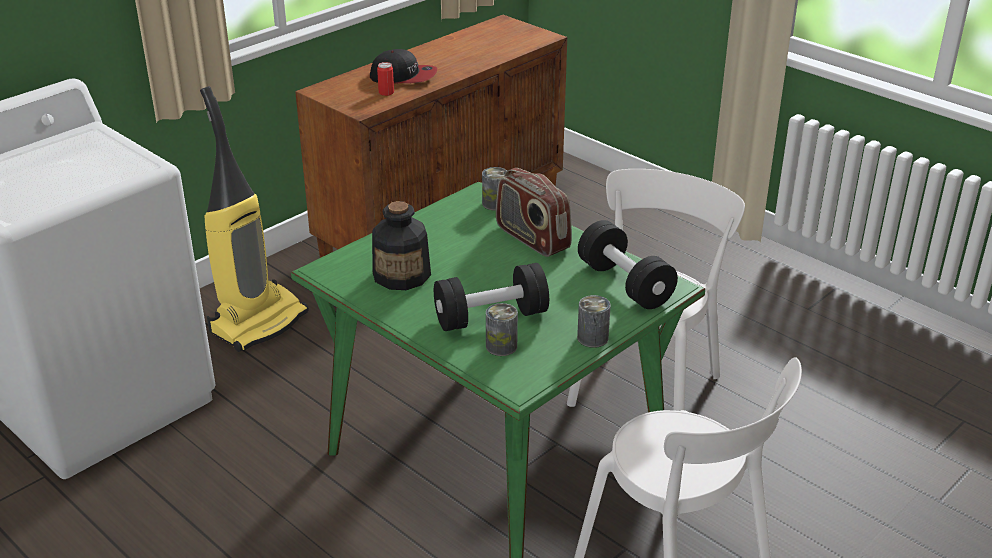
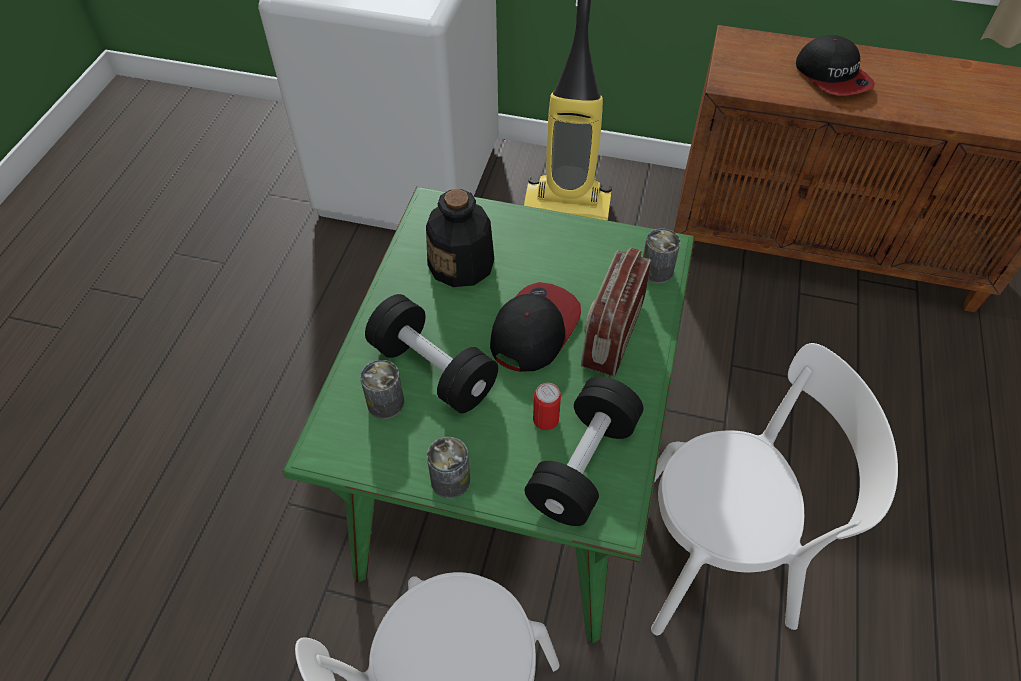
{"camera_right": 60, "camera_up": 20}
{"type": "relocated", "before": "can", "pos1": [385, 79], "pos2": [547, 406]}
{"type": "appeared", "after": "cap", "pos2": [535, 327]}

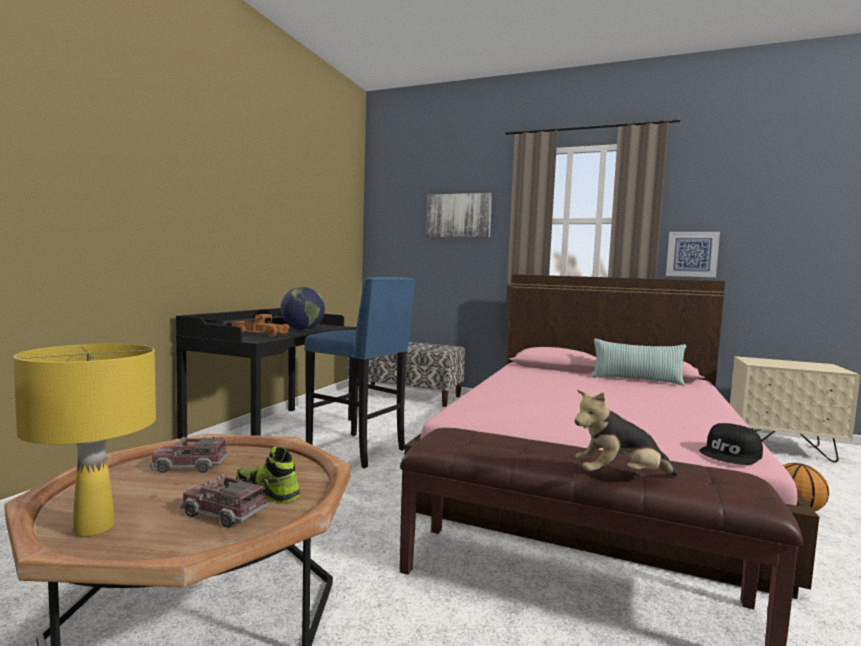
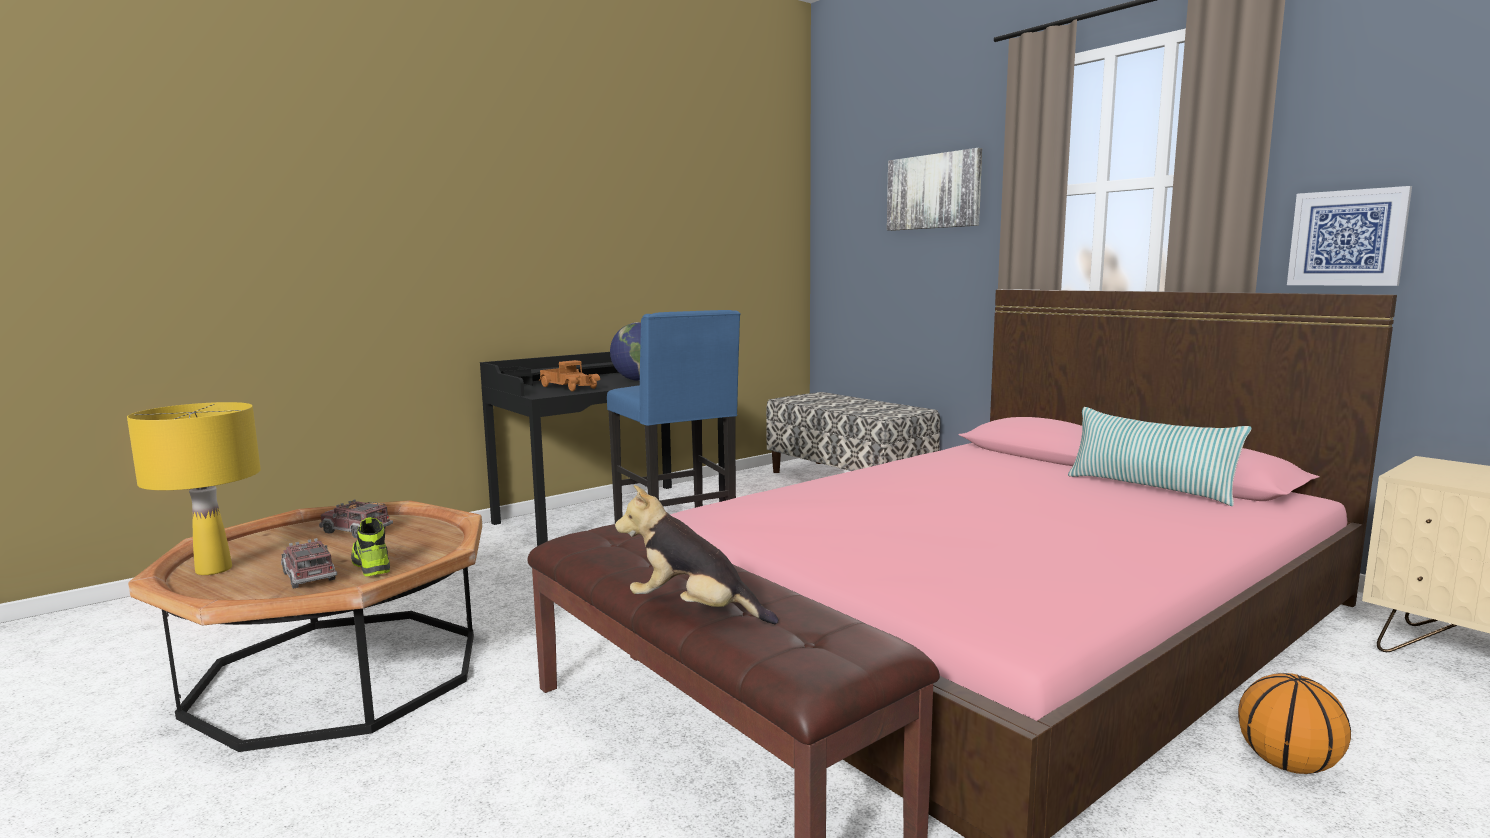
{"camera_right": 30, "camera_up": 5}
{"type": "missing", "before": "black cap", "pos1": [731, 444]}

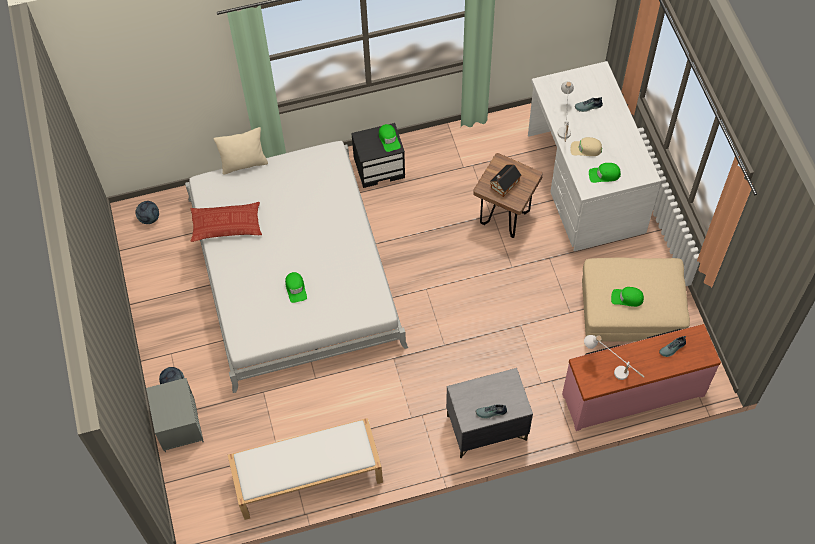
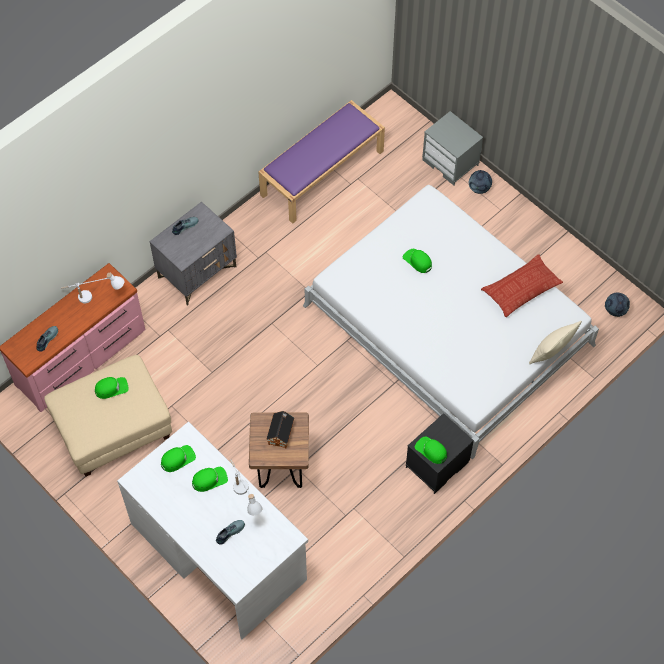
{"camera_right": 150, "camera_up": 0}
{"type": "colour", "before": "white bench", "after": "purple bench", "pos1": [305, 469], "pos2": [321, 162]}
{"type": "colour", "before": "beige cap", "after": "green cap", "pos1": [586, 146], "pos2": [210, 479]}

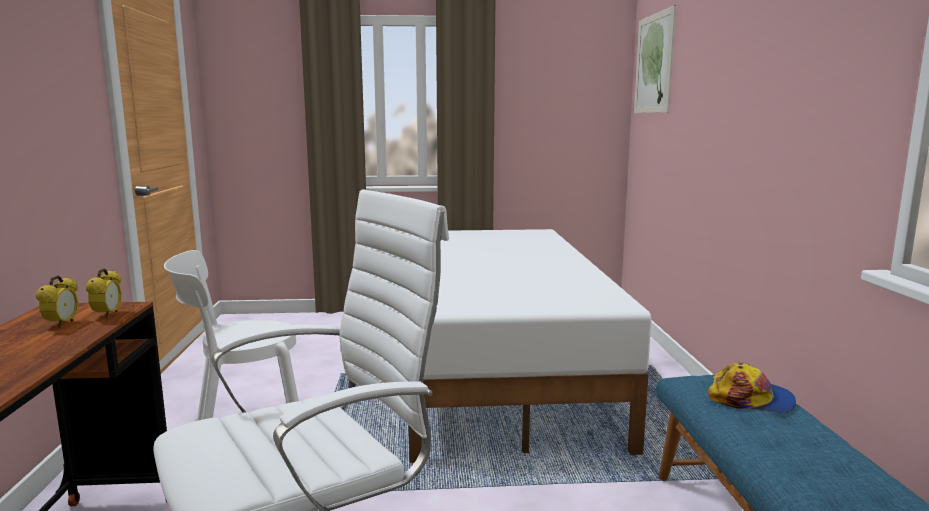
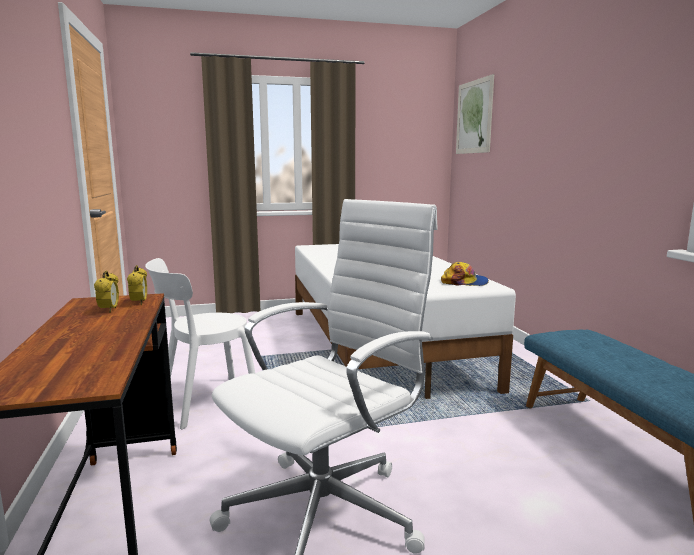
{"camera_right": -10, "camera_up": 0}
{"type": "relocated", "before": "cap", "pos1": [752, 388], "pos2": [465, 274]}

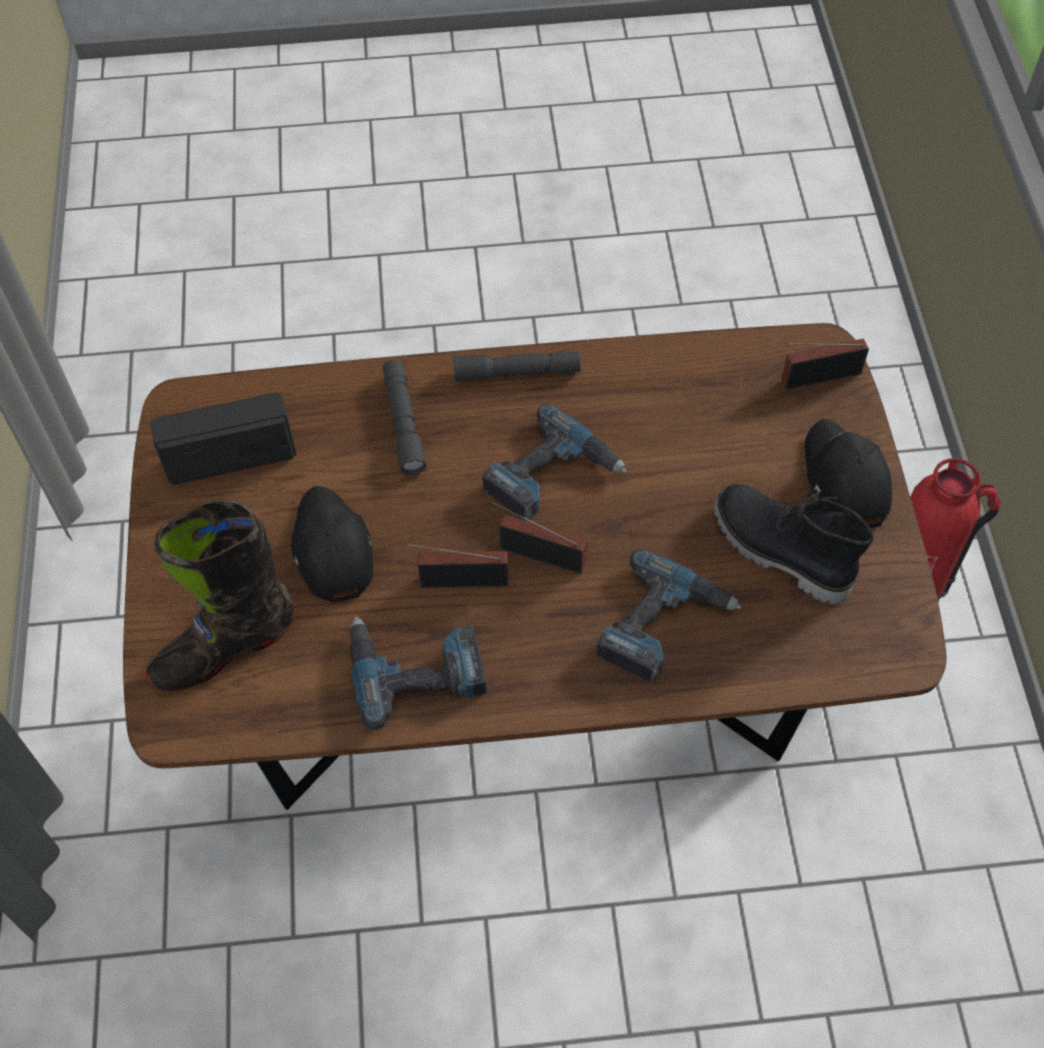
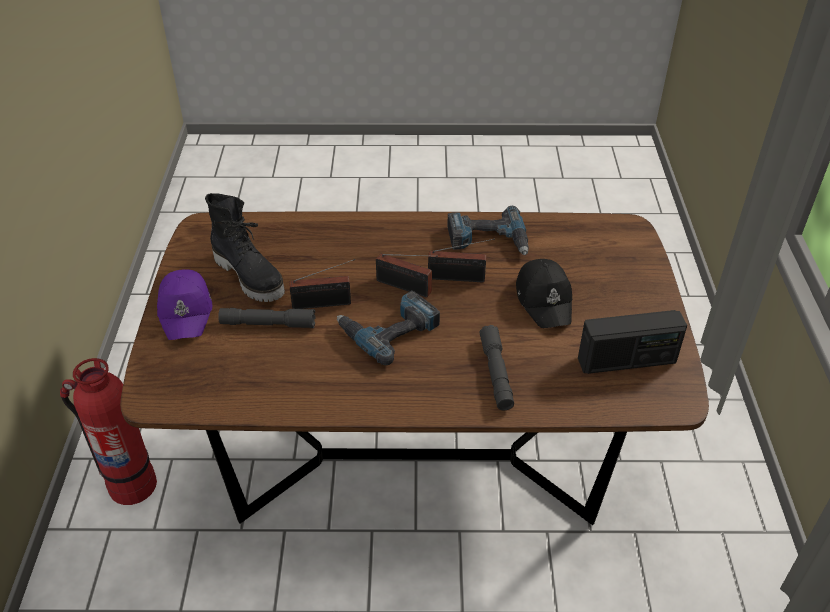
{"camera_right": -175, "camera_up": -15}
{"type": "missing", "before": "black boot", "pos1": [219, 595]}
{"type": "relocated", "before": "grey flashlight", "pos1": [516, 366], "pos2": [267, 318]}
{"type": "missing", "before": "power drill", "pos1": [669, 616]}
{"type": "relocated", "before": "radio", "pos1": [825, 364], "pos2": [322, 284]}
{"type": "colour", "before": "black cap", "after": "purple cap", "pos1": [848, 473], "pos2": [184, 304]}

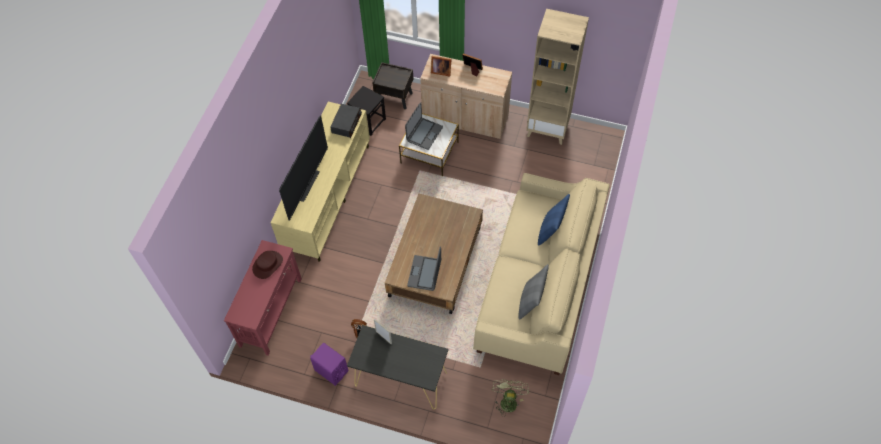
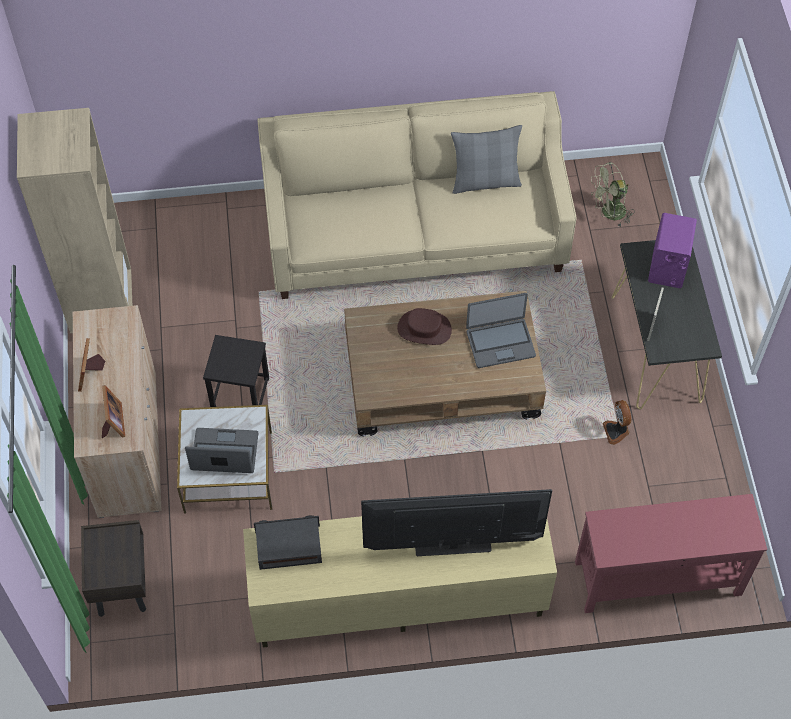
{"camera_right": -115, "camera_up": 0}
{"type": "relocated", "before": "brown hat", "pos1": [267, 265], "pos2": [424, 326]}
{"type": "relocated", "before": "purple speaker", "pos1": [329, 364], "pos2": [672, 250]}
{"type": "relocated", "before": "black stool", "pos1": [366, 111], "pos2": [236, 371]}
{"type": "missing", "before": "blue pillow", "pos1": [554, 220]}

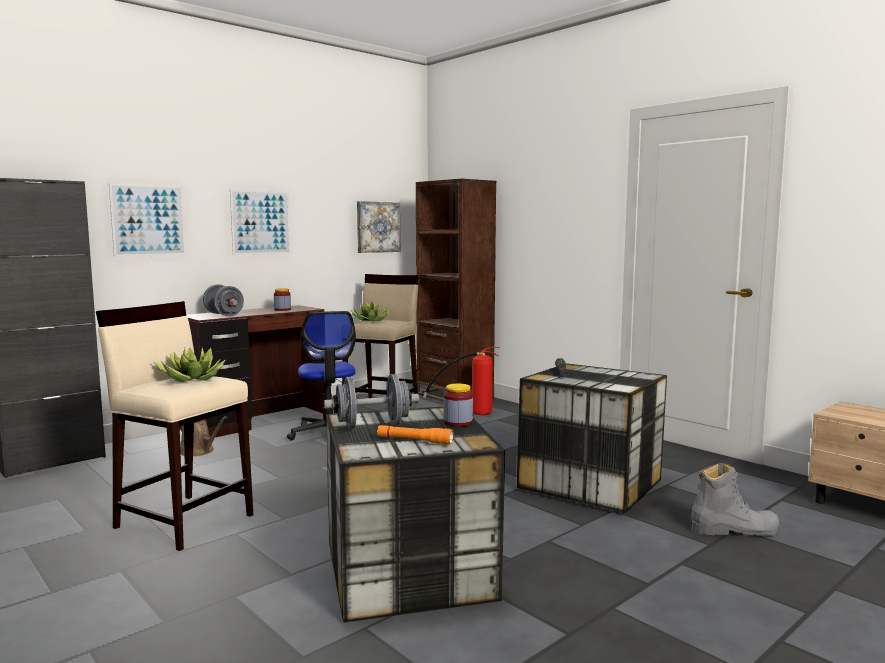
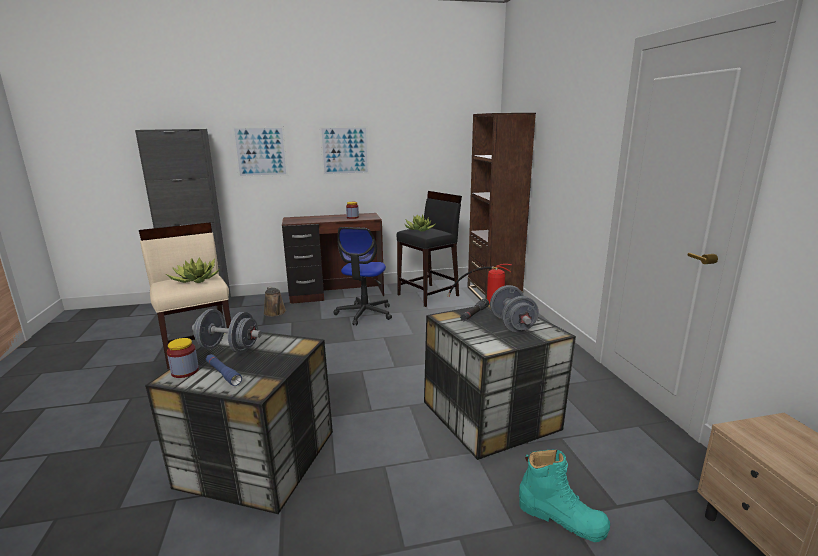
{"camera_right": 30, "camera_up": 10}
{"type": "relocated", "before": "grey dumbbell", "pos1": [223, 300], "pos2": [514, 308]}
{"type": "colour", "before": "beige stool", "after": "black stool", "pos1": [380, 338], "pos2": [429, 249]}
{"type": "missing", "before": "picture", "pos1": [378, 227]}
{"type": "colour", "before": "orange flashlight", "after": "blue flashlight", "pos1": [415, 434], "pos2": [224, 370]}
{"type": "relocated", "before": "jar", "pos1": [458, 405], "pos2": [183, 358]}
{"type": "colour", "before": "grey boot", "after": "turquoise boot", "pos1": [735, 499], "pos2": [564, 495]}

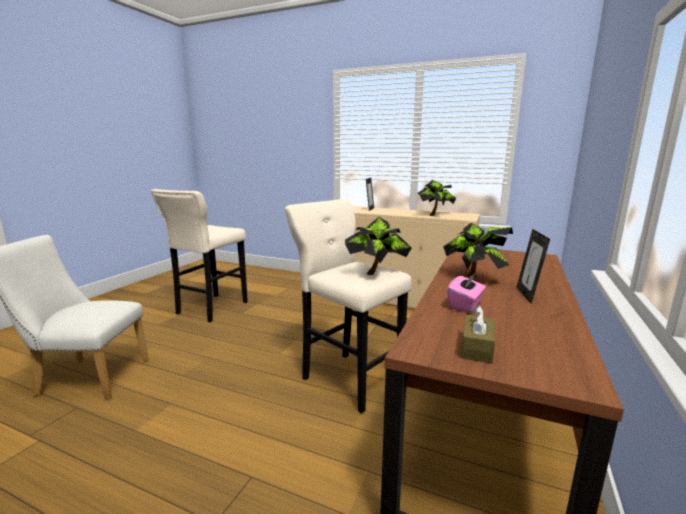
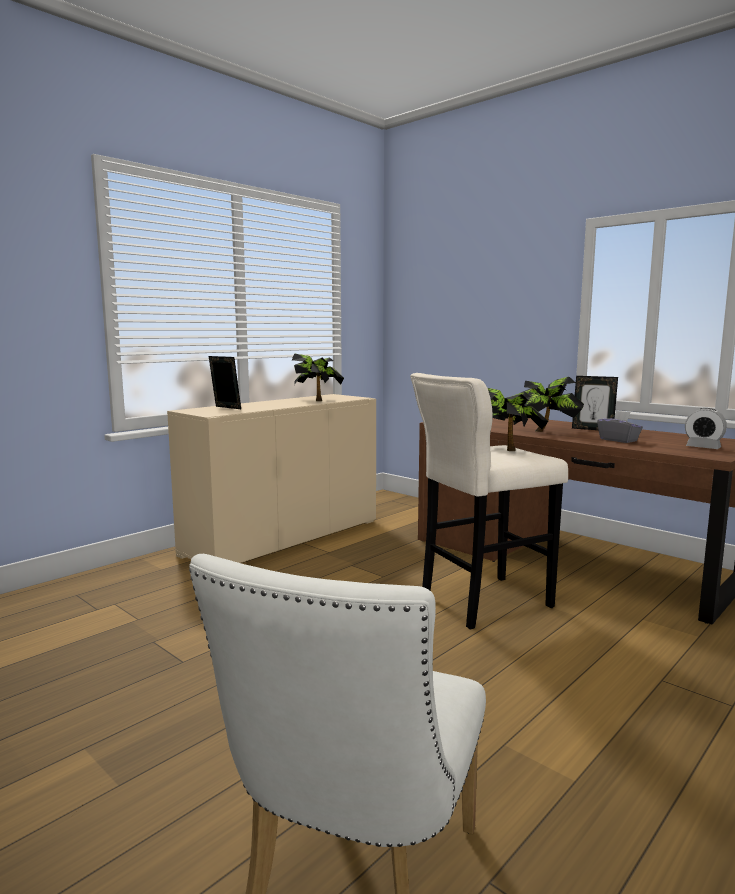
{"camera_right": -70, "camera_up": -5}
{"type": "missing", "before": "beige stool", "pos1": [199, 255]}
{"type": "colour", "before": "pink tissue box", "after": "grey tissue box", "pos1": [466, 293], "pos2": [620, 426]}
{"type": "exchanged", "before": "brown tissue box", "after": "alarm clock", "pos1": [478, 334], "pos2": [706, 428]}

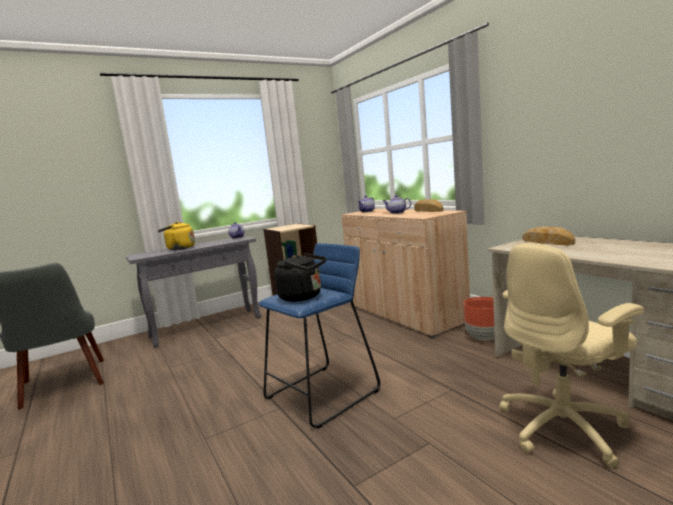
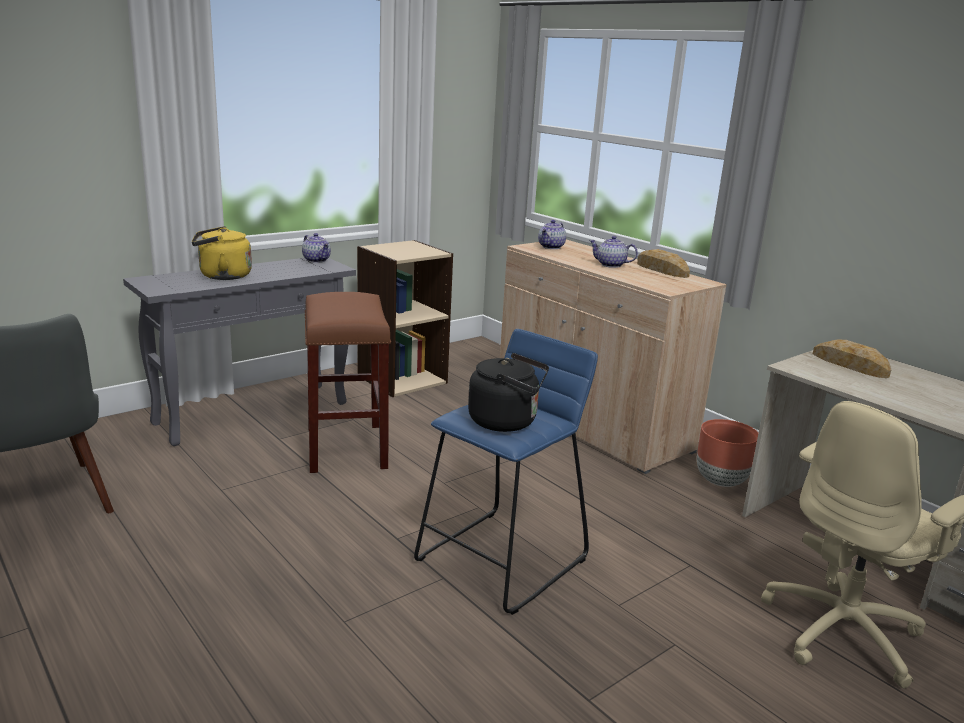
{"camera_right": -10, "camera_up": 10}
{"type": "appeared", "after": "brown stool", "pos2": [348, 382]}

